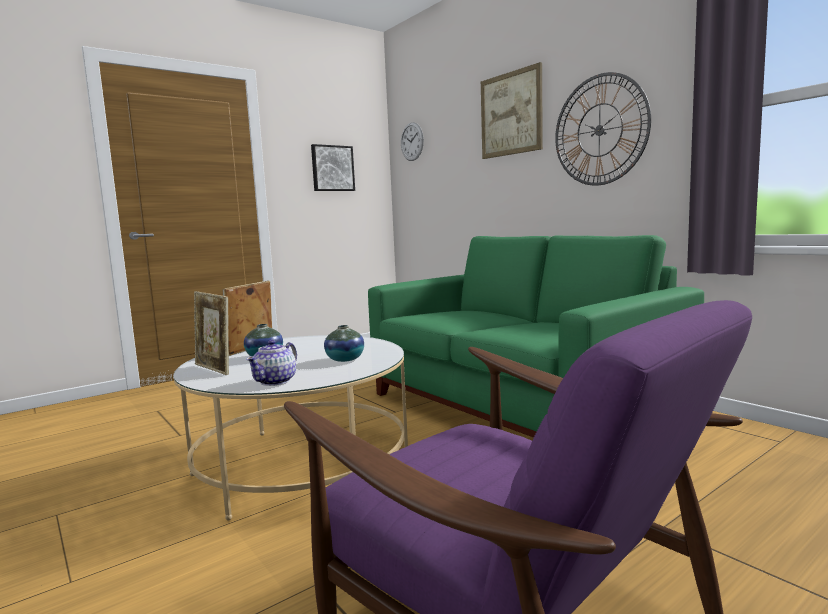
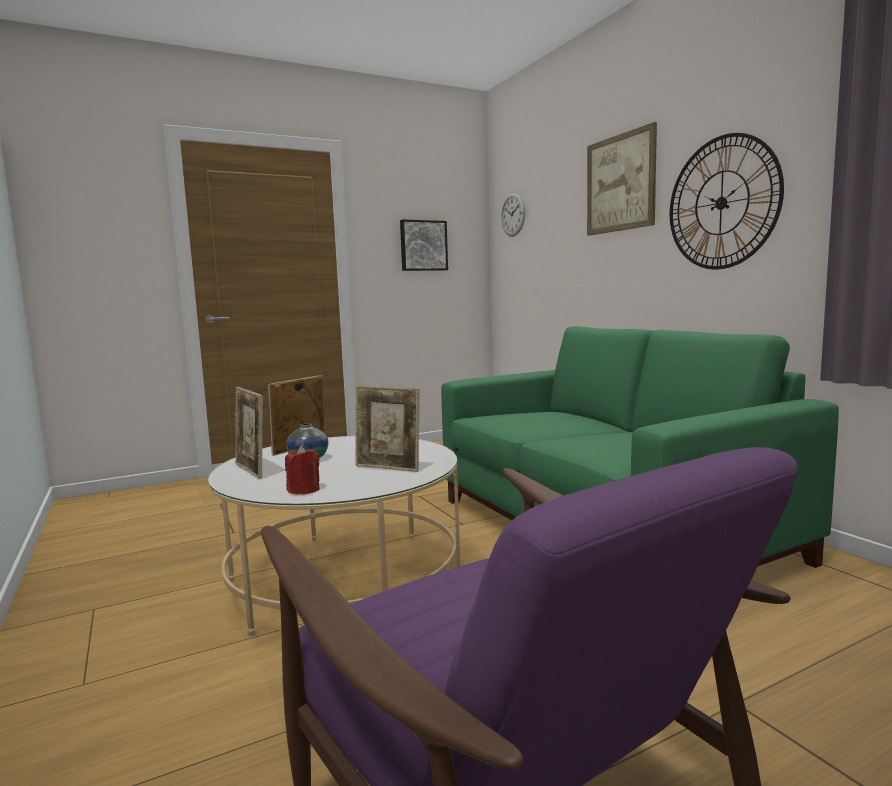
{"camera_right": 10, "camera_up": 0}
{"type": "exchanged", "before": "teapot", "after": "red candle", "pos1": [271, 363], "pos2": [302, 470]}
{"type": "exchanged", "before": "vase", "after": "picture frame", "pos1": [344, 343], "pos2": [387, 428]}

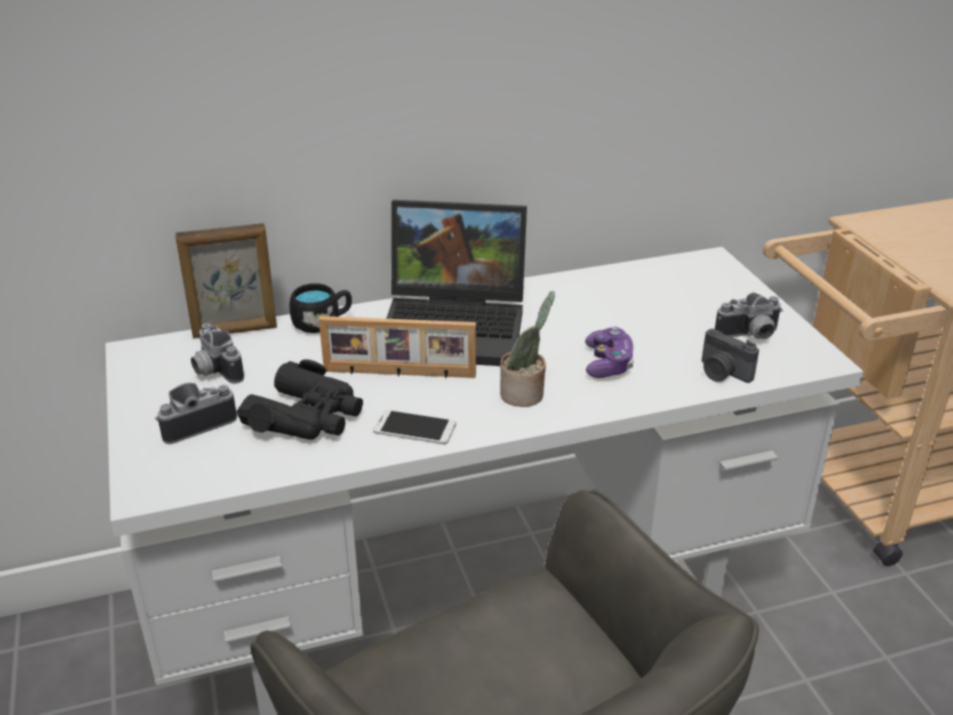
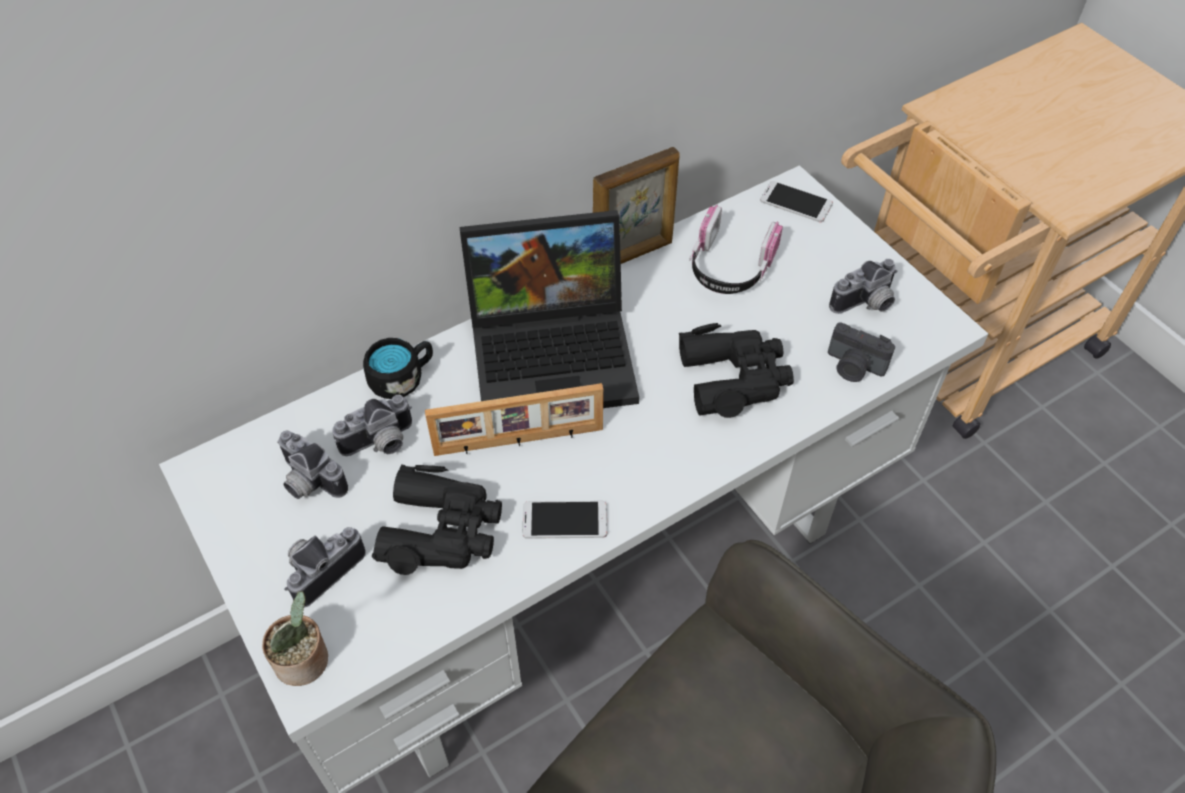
{"camera_right": -15, "camera_up": 20}
{"type": "relocated", "before": "picture frame", "pos1": [226, 280], "pos2": [636, 205]}
{"type": "relocated", "before": "potted plant", "pos1": [527, 349], "pos2": [295, 638]}
{"type": "exchanged", "before": "game controller", "after": "black binoculars", "pos1": [609, 352], "pos2": [736, 370]}
{"type": "appeared", "after": "photo camera", "pos2": [372, 425]}
{"type": "appeared", "after": "headphones", "pos2": [736, 249]}
{"type": "appeared", "after": "phone", "pos2": [796, 201]}

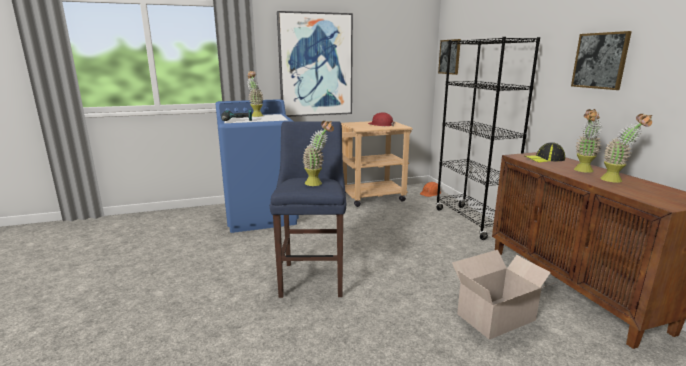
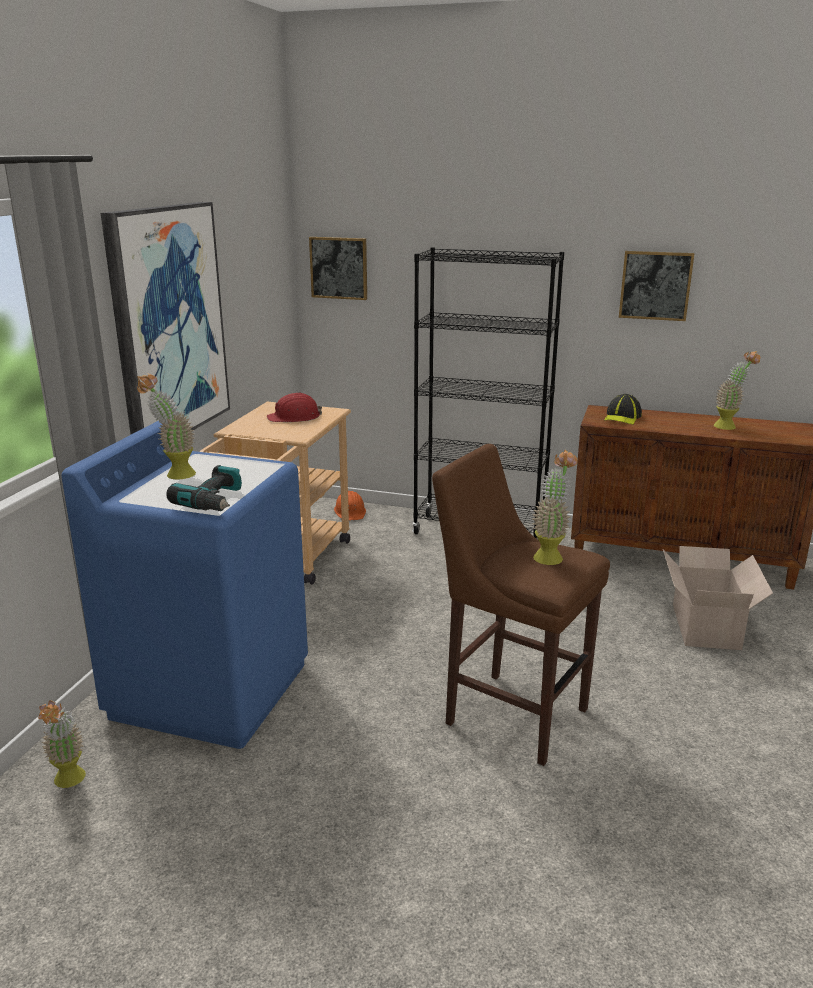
{"camera_right": -55, "camera_up": 5}
{"type": "colour", "before": "blue stool", "after": "brown stool", "pos1": [308, 209], "pos2": [521, 605]}
{"type": "relocated", "before": "potted plant", "pos1": [588, 141], "pos2": [62, 744]}

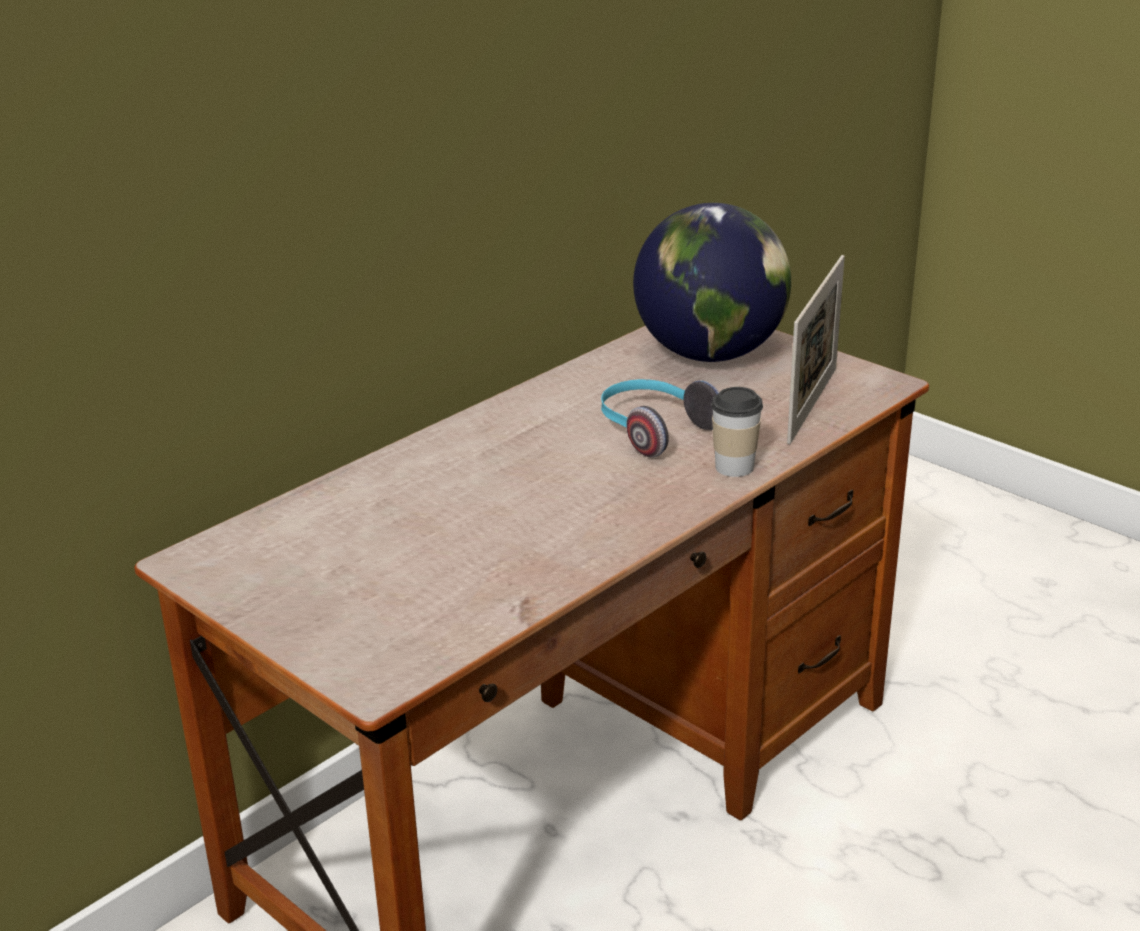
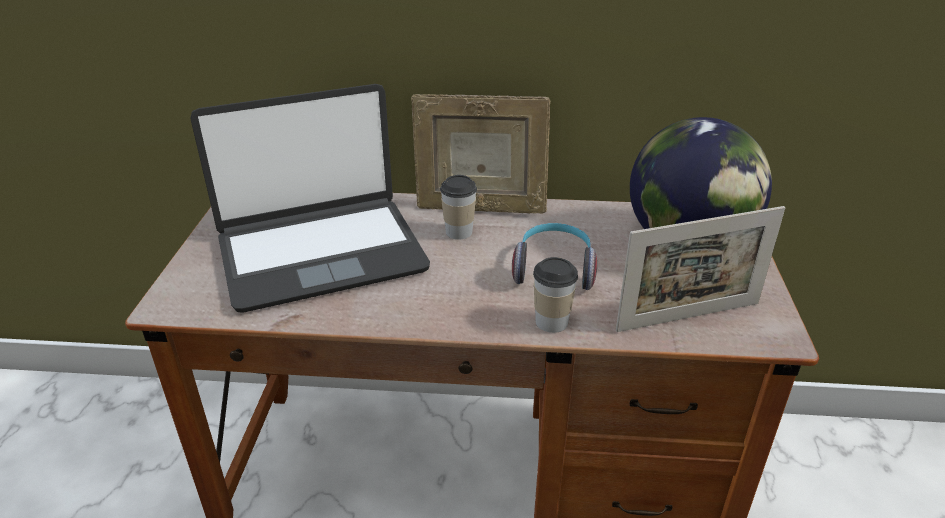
{"camera_right": 50, "camera_up": 5}
{"type": "appeared", "after": "laptop", "pos2": [310, 198]}
{"type": "appeared", "after": "picture frame", "pos2": [481, 154]}
{"type": "appeared", "after": "cup", "pos2": [458, 207]}

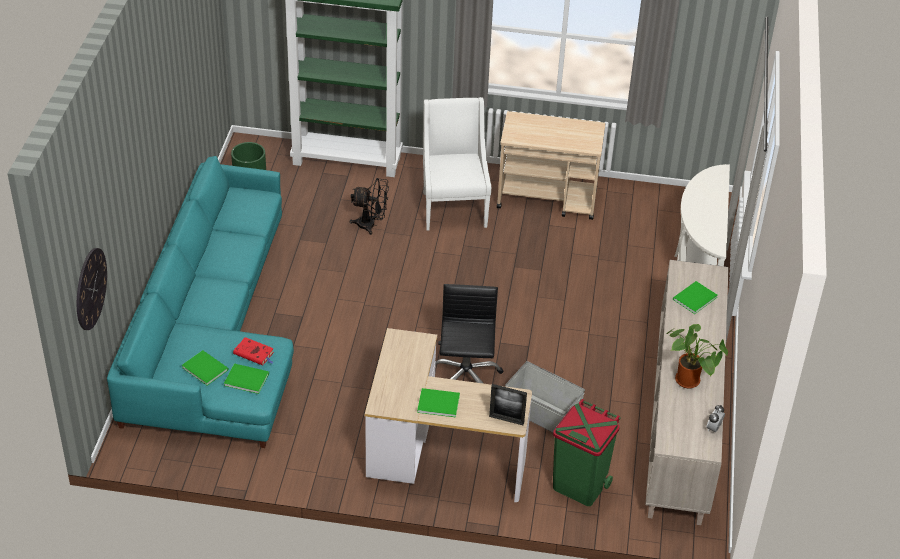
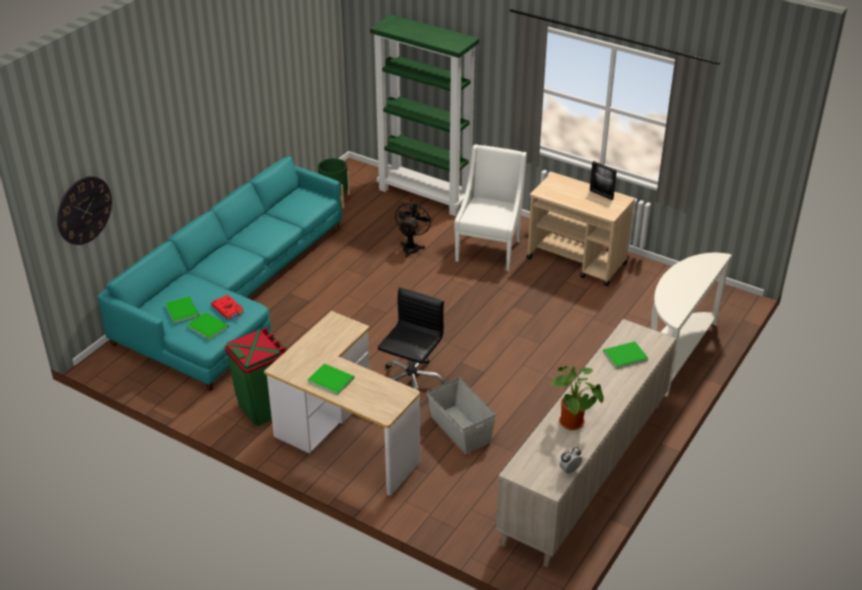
{"camera_right": 25, "camera_up": -5}
{"type": "spun", "before": "black fan", "pos1": [369, 206], "pos2": [414, 229], "turn": -105}
{"type": "relocated", "before": "picture frame", "pos1": [508, 404], "pos2": [603, 180]}
{"type": "relocated", "before": "green trash can", "pos1": [587, 452], "pos2": [256, 376]}

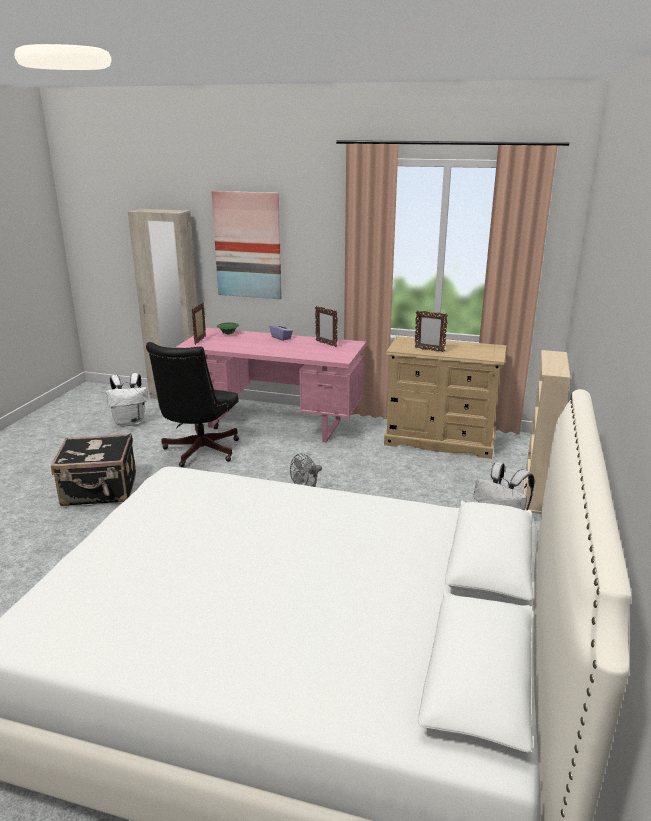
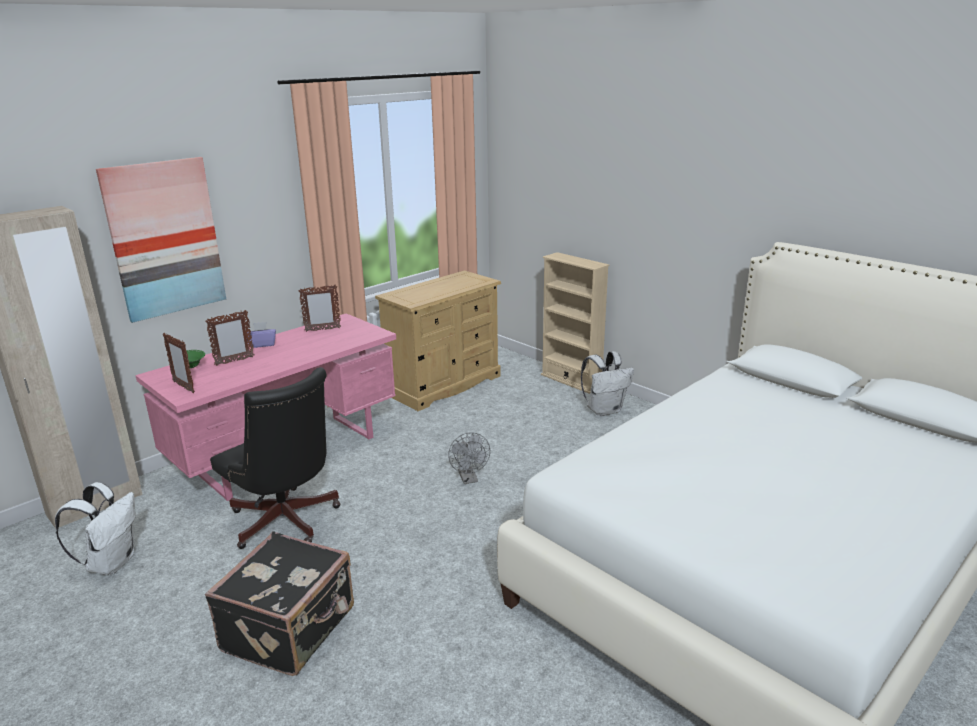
{"camera_right": -60, "camera_up": 0}
{"type": "relocated", "before": "picture frame", "pos1": [431, 331], "pos2": [229, 338]}

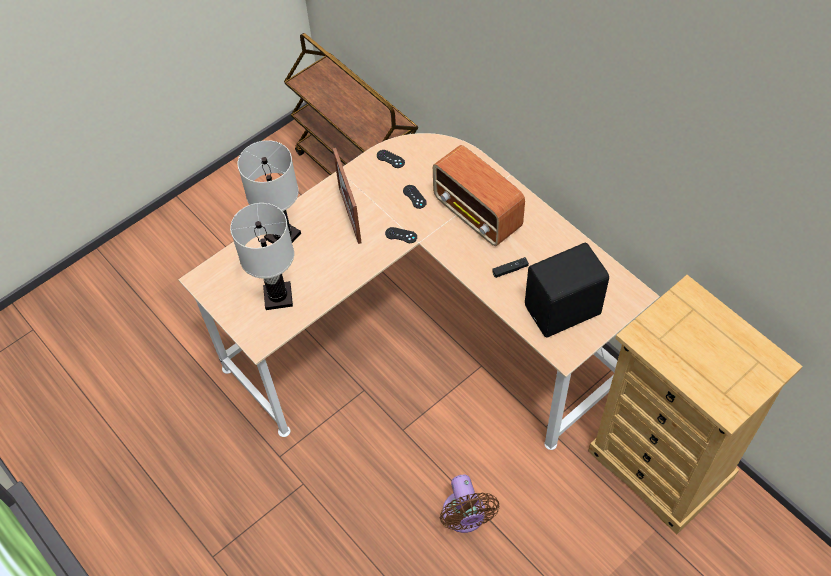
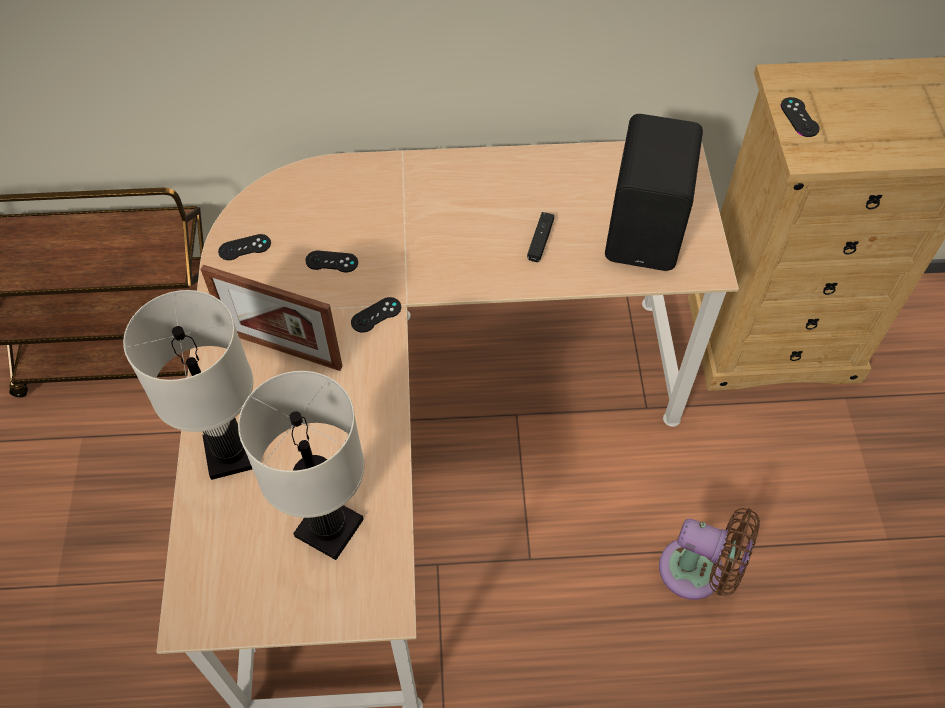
{"camera_right": -55, "camera_up": 0}
{"type": "missing", "before": "radio", "pos1": [479, 195]}
{"type": "appeared", "after": "black game controller", "pos2": [800, 117]}

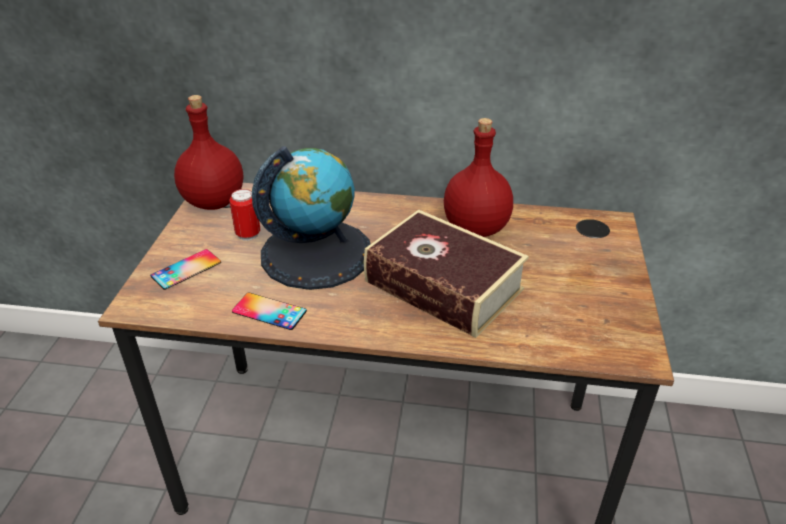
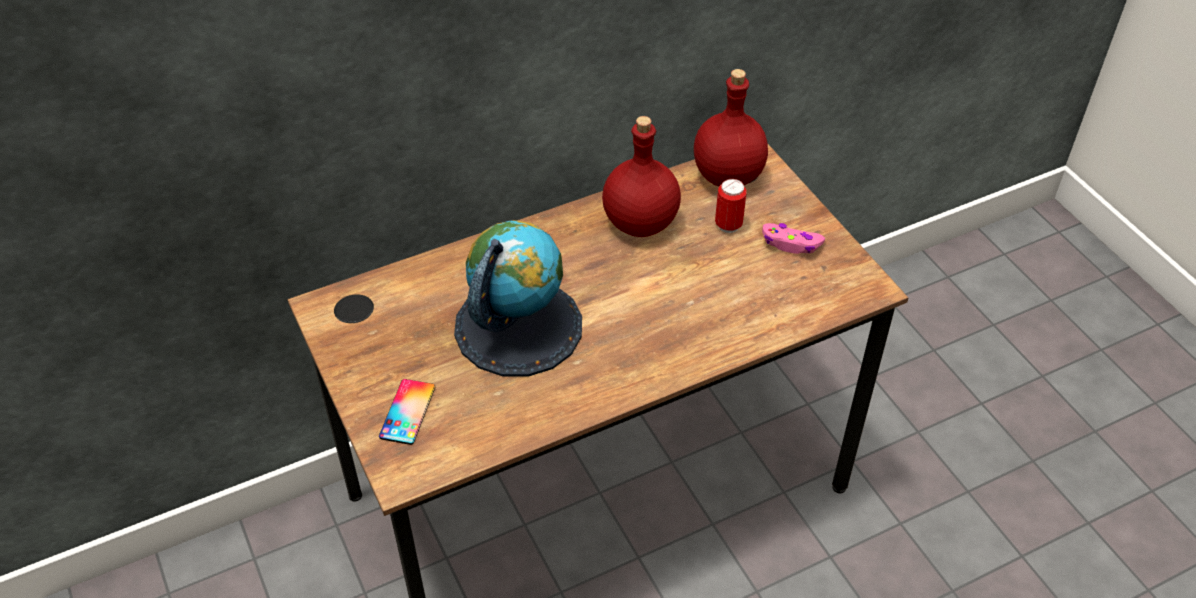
{"camera_right": -35, "camera_up": 10}
{"type": "relocated", "before": "red bottle", "pos1": [208, 152], "pos2": [731, 127]}
{"type": "relocated", "before": "can", "pos1": [245, 215], "pos2": [731, 206]}
{"type": "missing", "before": "phone", "pos1": [269, 311]}
{"type": "missing", "before": "book", "pos1": [446, 273]}
{"type": "appeared", "after": "pink game controller", "pos2": [793, 238]}

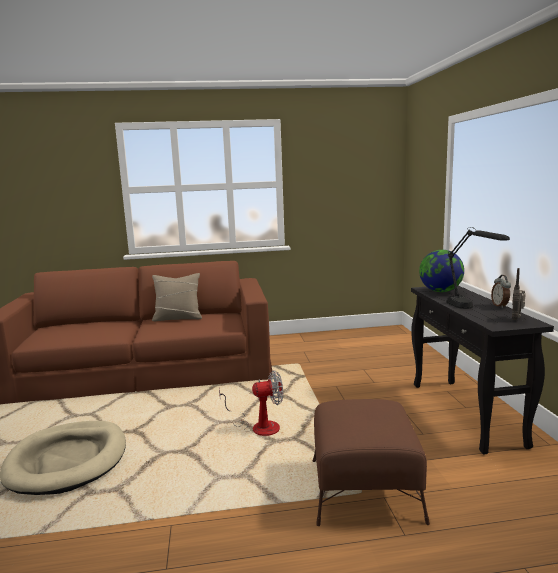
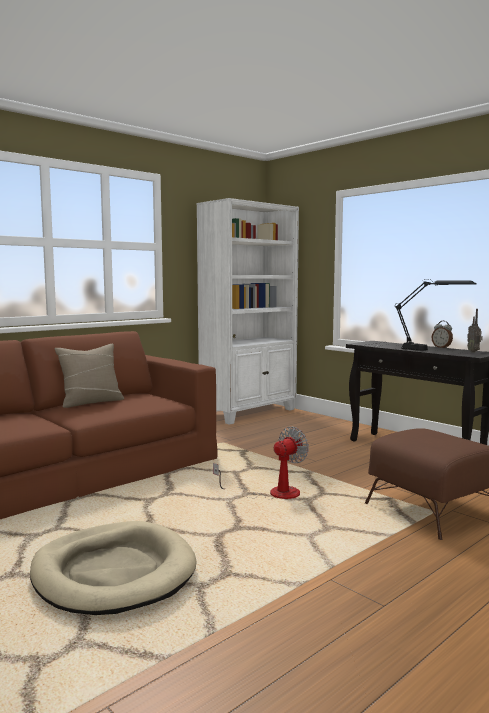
{"camera_right": -35, "camera_up": -5}
{"type": "missing", "before": "globe", "pos1": [441, 271]}
{"type": "appeared", "after": "white bookcase", "pos2": [247, 311]}

